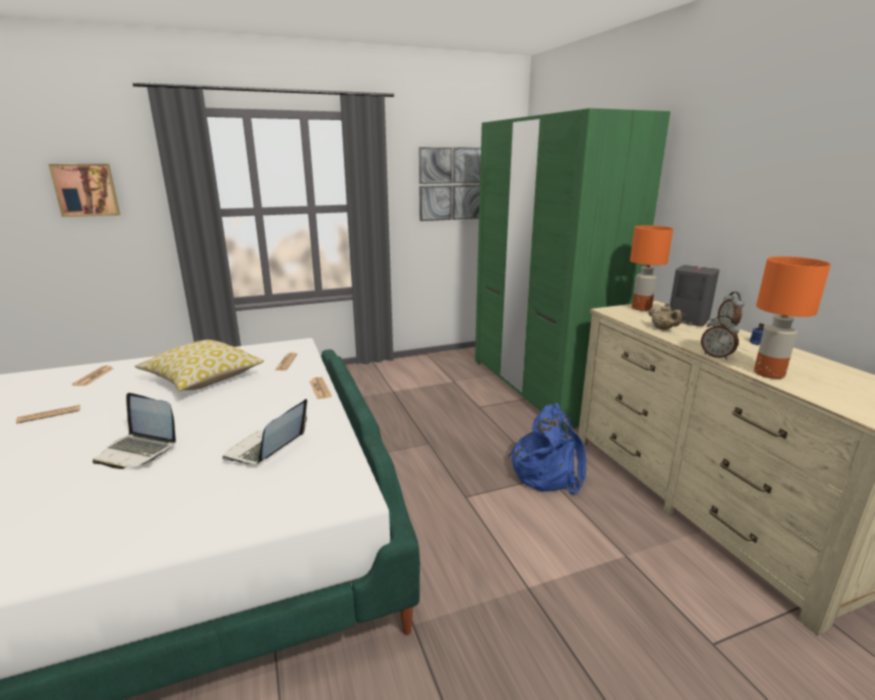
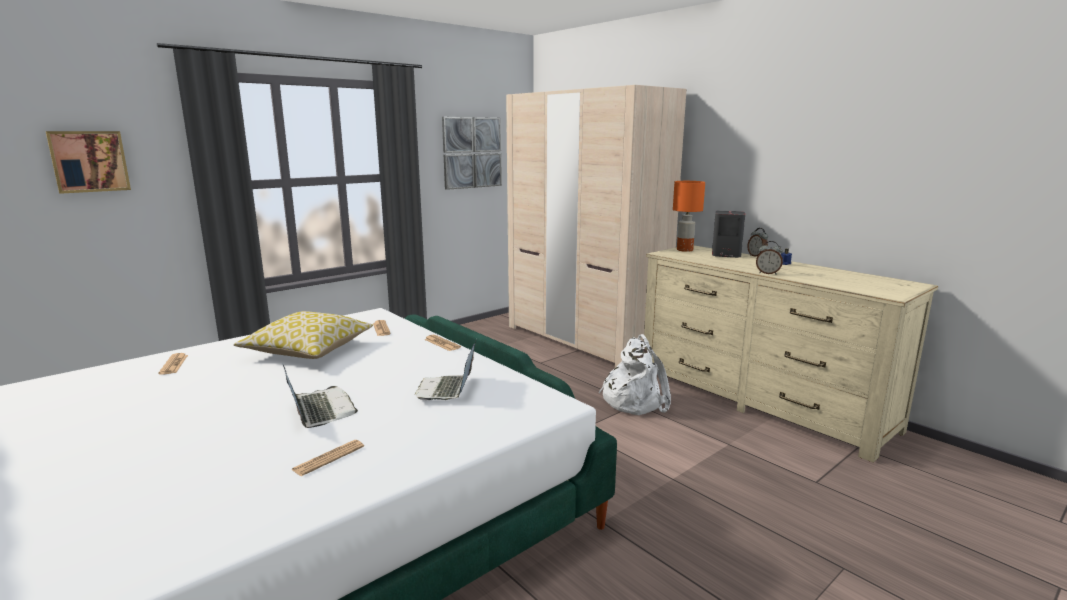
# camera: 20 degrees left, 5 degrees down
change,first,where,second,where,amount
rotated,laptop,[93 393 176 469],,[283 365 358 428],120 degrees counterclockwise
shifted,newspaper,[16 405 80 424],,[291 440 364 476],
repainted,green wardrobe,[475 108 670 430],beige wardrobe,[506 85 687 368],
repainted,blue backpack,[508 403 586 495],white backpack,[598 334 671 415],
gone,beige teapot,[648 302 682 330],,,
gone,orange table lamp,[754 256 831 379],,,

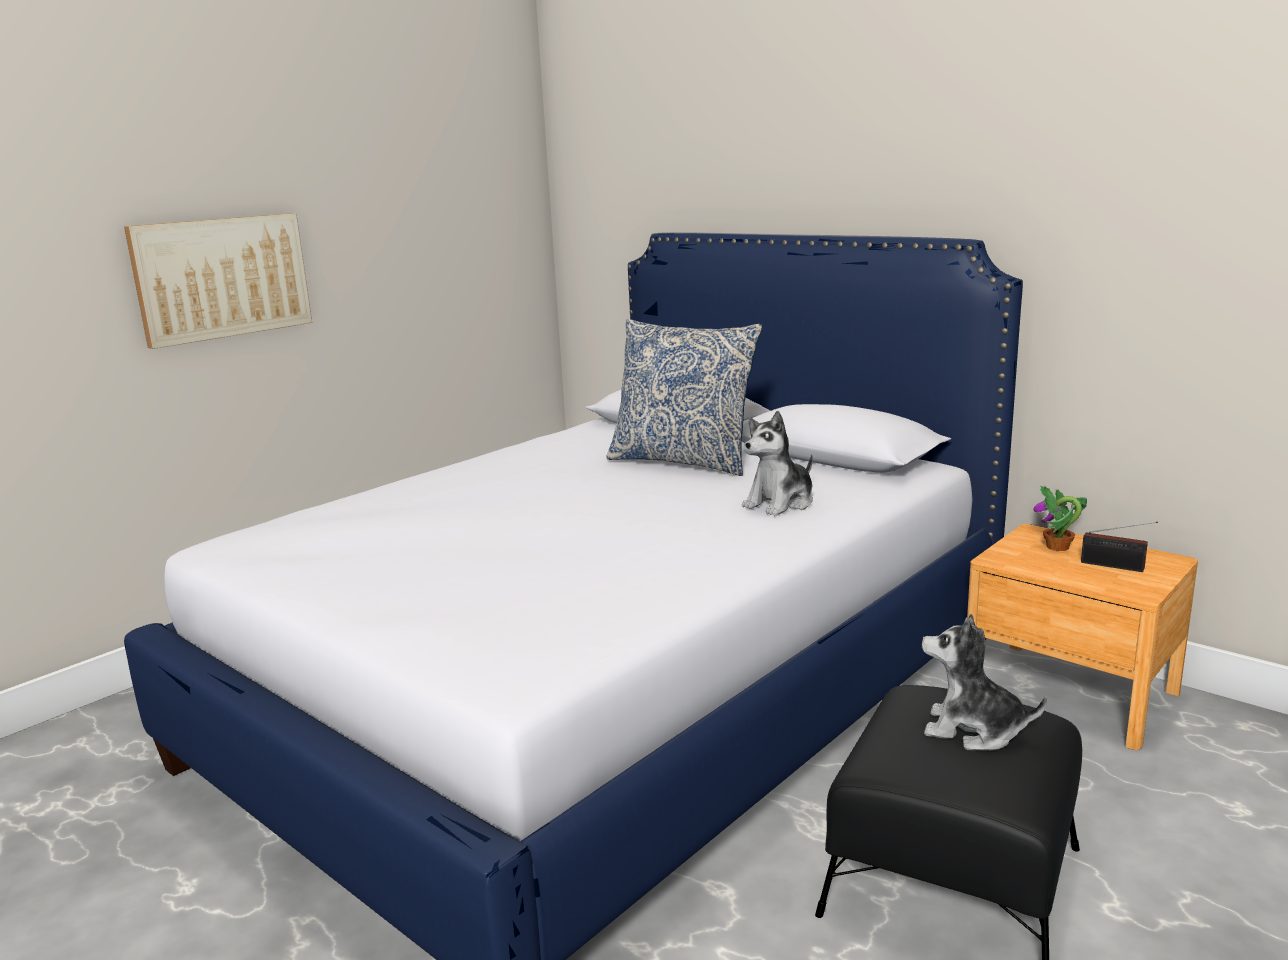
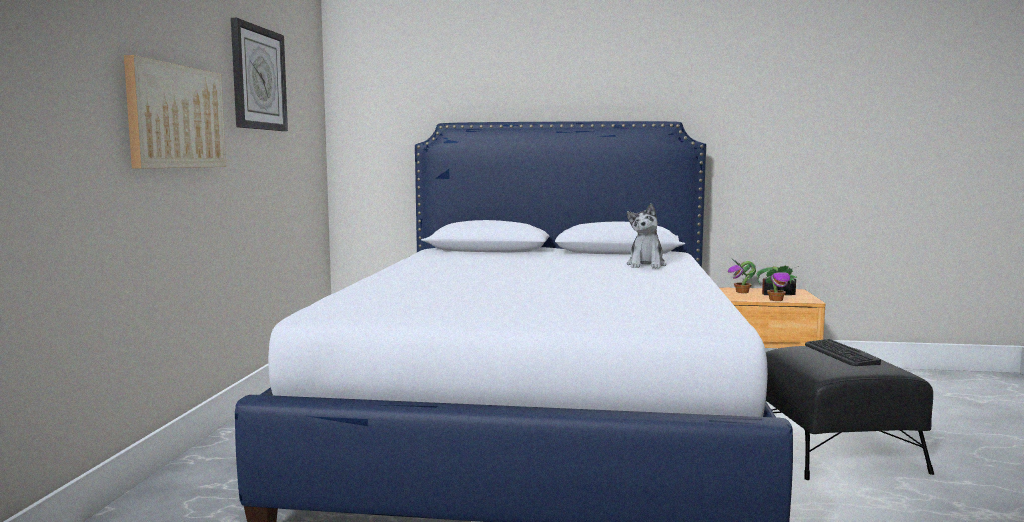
# camera: 35 degrees left, 10 degrees down
change,first,where,second,where,amount
new,,,wall clock,[231 18 288 131],
new,,,potted plant,[756 265 797 301],
swapped,plush toy,[922 614 1047 751],keyboard,[805 339 881 366],
gone,pillow,[606 319 762 476],,,

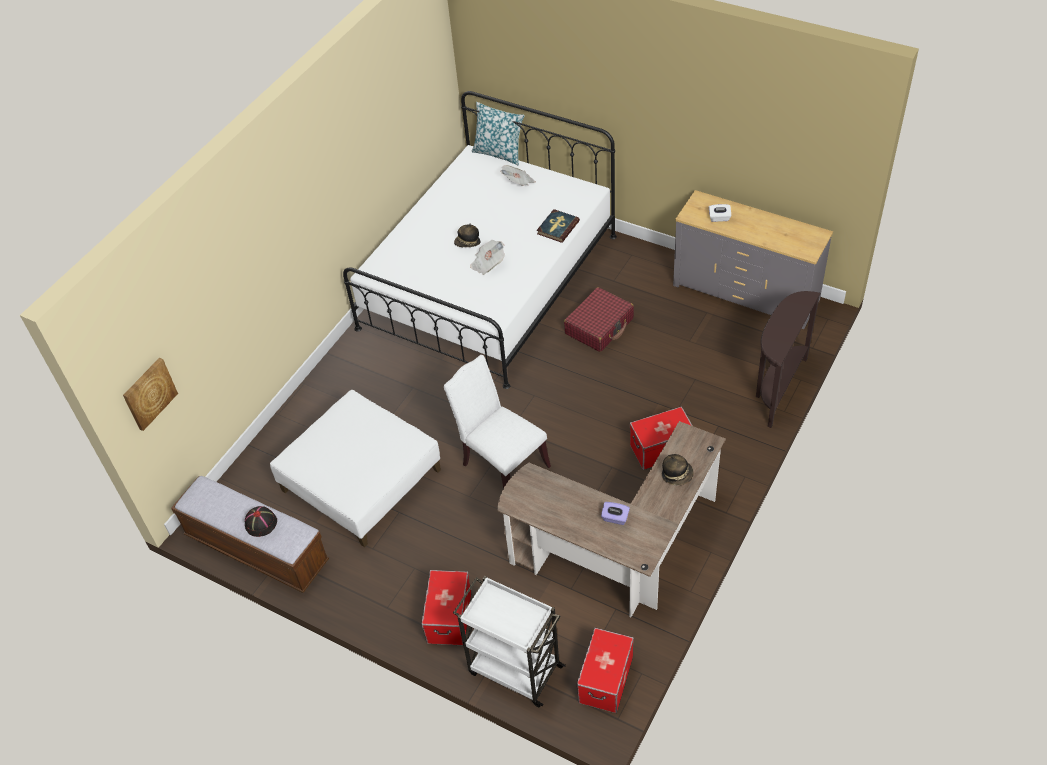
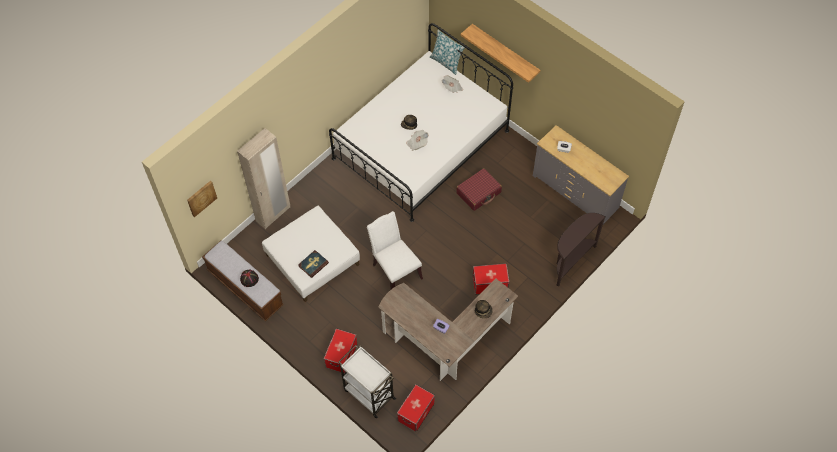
# camera: 10 degrees right, 10 degrees up
change,first,where,second,where,amount
new,,,beige wardrobe,[237 128 290 229],
shifted,book,[537 209 580 243],,[298 250 329 278],
new,,,shelf,[461 24 540 83],

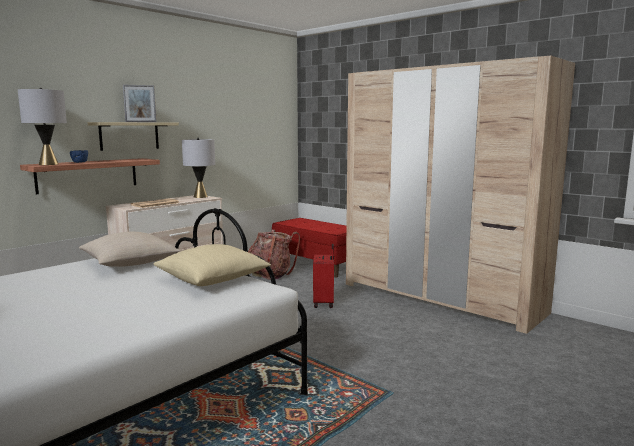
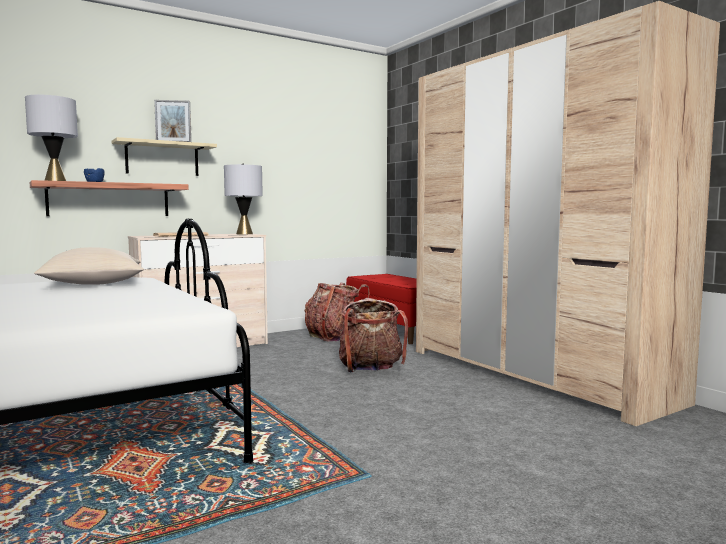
# camera: 15 degrees right, 5 degrees down
change,first,where,second,where,amount
swapped,red suitcase,[313 244 334 308],backpack,[339 298 408 373],
gone,beige pillow,[153 244 271 286],,,

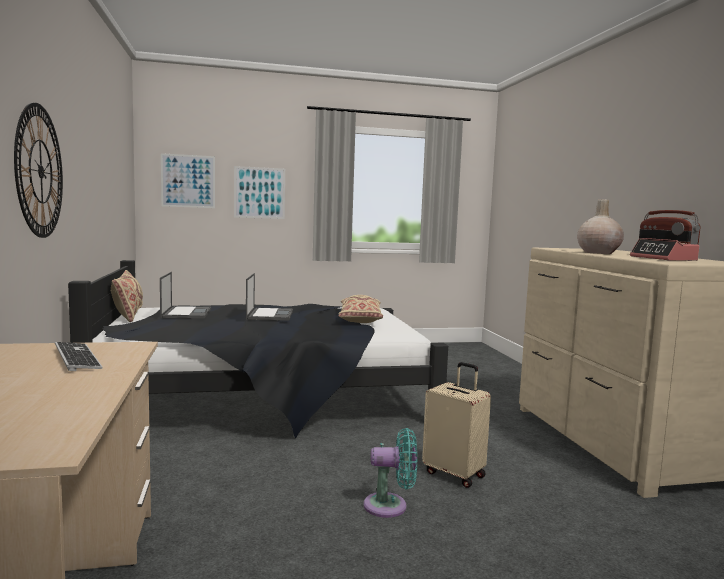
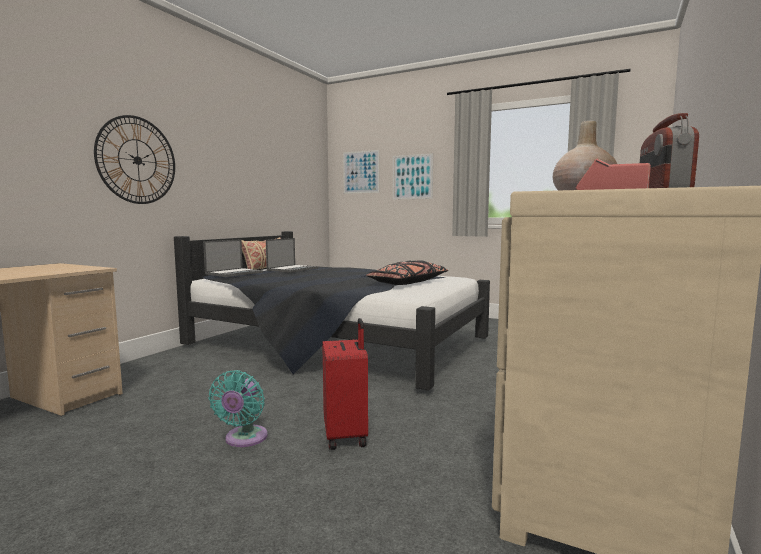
# camera: 40 degrees right, 0 degrees up
change,first,where,second,where,amount
shifted,laptop,[246 273 293 321],,[203 239 263 277],
rotated,turquoise fan,[364 428 417 518],,[209 370 268 447],60 degrees clockwise
repainted,beige suitcase,[422 362 491 488],red suitcase,[322 318 368 450],
repainted,beige pillow,[339 295 383 323],black pillow,[366 260 448 285],
gone,keyboard,[55 342 102 371],,,

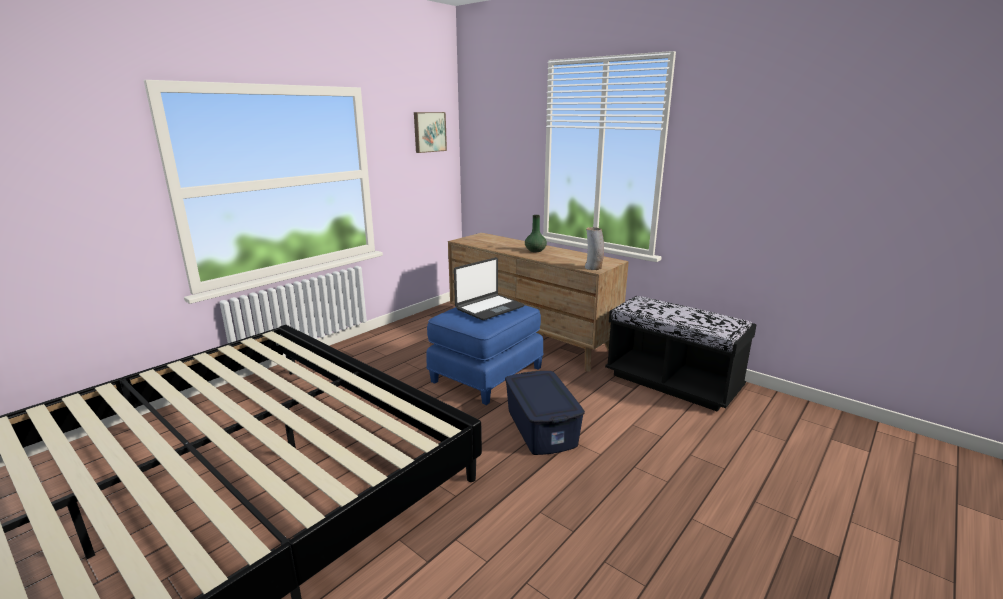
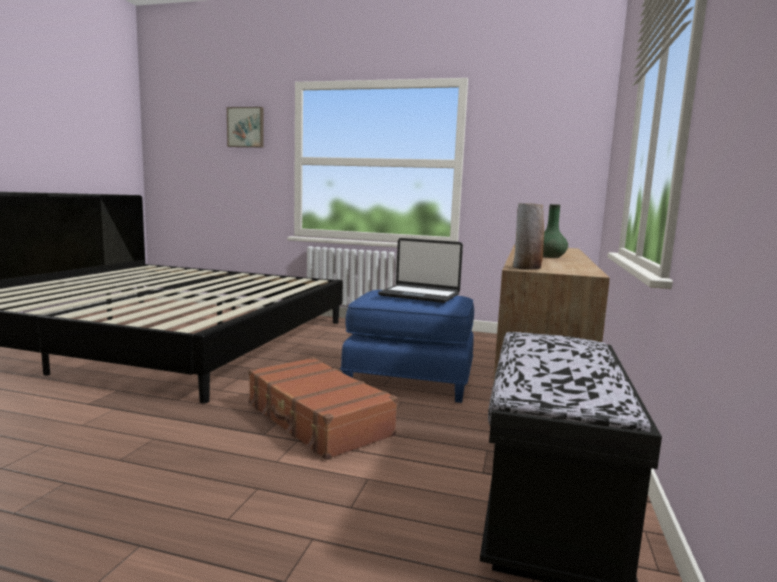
# camera: 65 degrees right, 10 degrees down
change,first,where,second,where,amount
shifted,picture,[414 112 447 153],,[227 107 264 147],
swapped,blue storage box,[505 371 585 455],brown suitcase,[249 357 398 460],

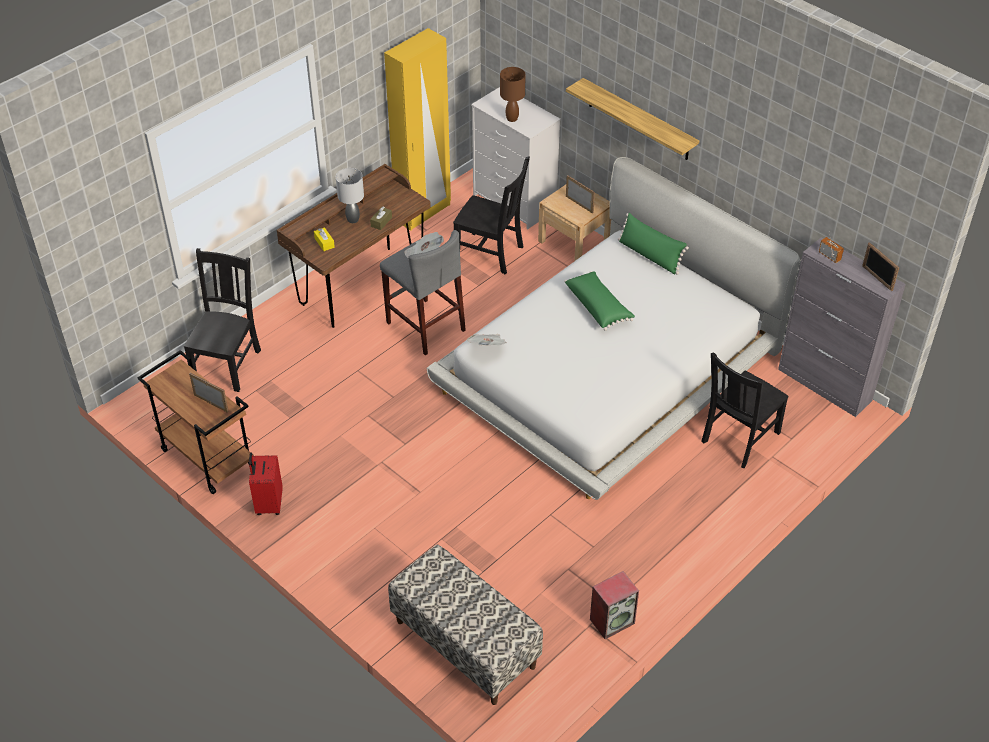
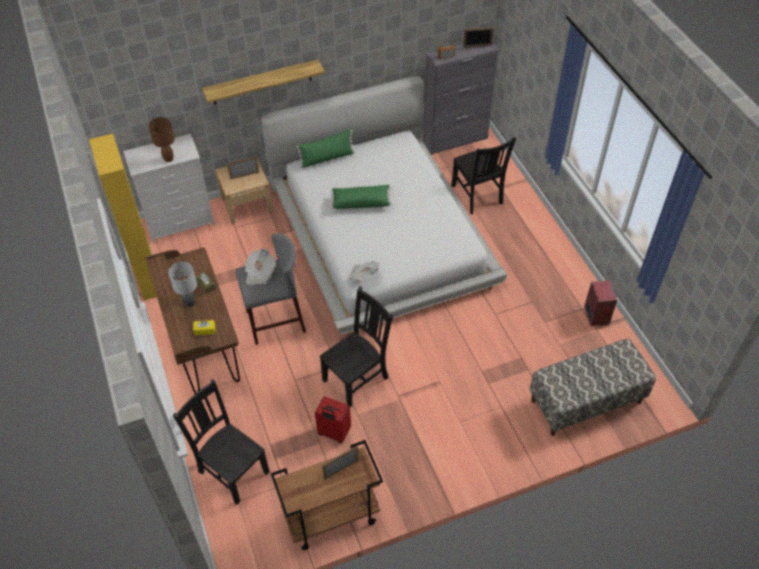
# camera: 65 degrees left, 5 degrees up
change,first,where,second,where,amount
shifted,red suitcase,[249 453 283 515],,[315 396 351 443],
shifted,black chair,[453 157 530 274],,[320 286 393 407],

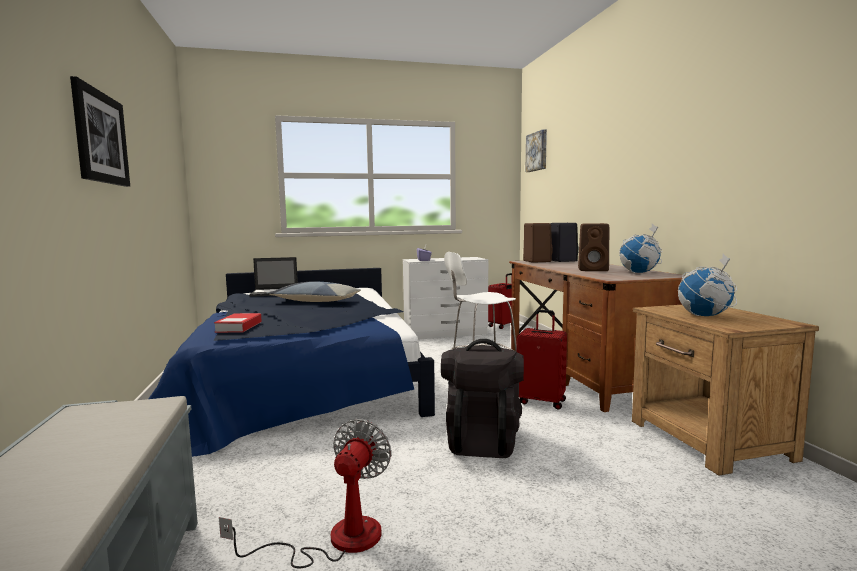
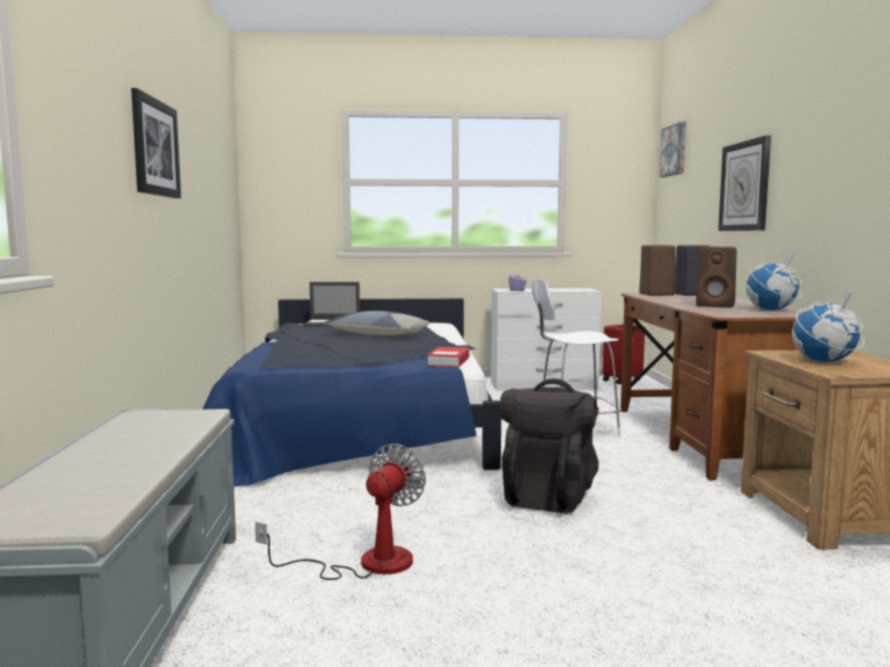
# camera: 10 degrees right, 0 degrees up
change,first,where,second,where,amount
shifted,book,[214 313 262 333],,[427 347 469 367],
new,,,wall clock,[718 135 771 231],
gone,red suitcase,[516 310 567 410],,,

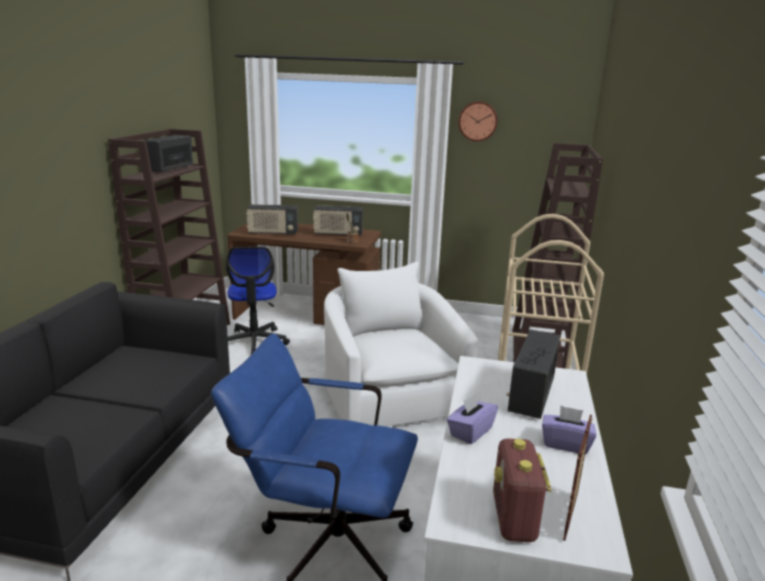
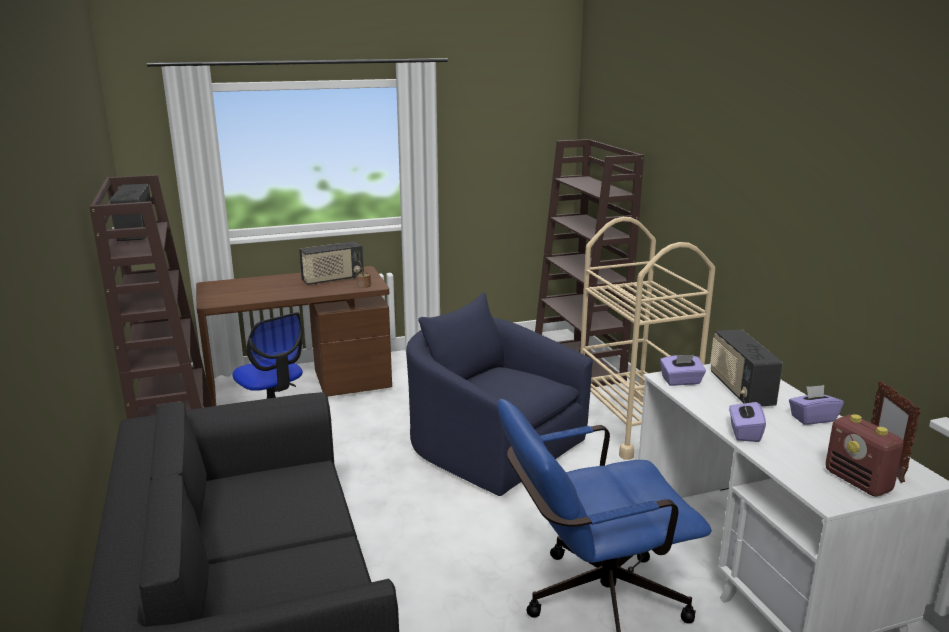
# camera: 30 degrees left, 0 degrees up
change,first,where,second,where,amount
repainted,white armchair,[324 262 478 427],blue armchair,[406 292 593 496],
new,,,purple tissue box,[660 355 706 386],
gone,radio,[247 204 298 235],,,
gone,wall clock,[459 101 498 141],,,

